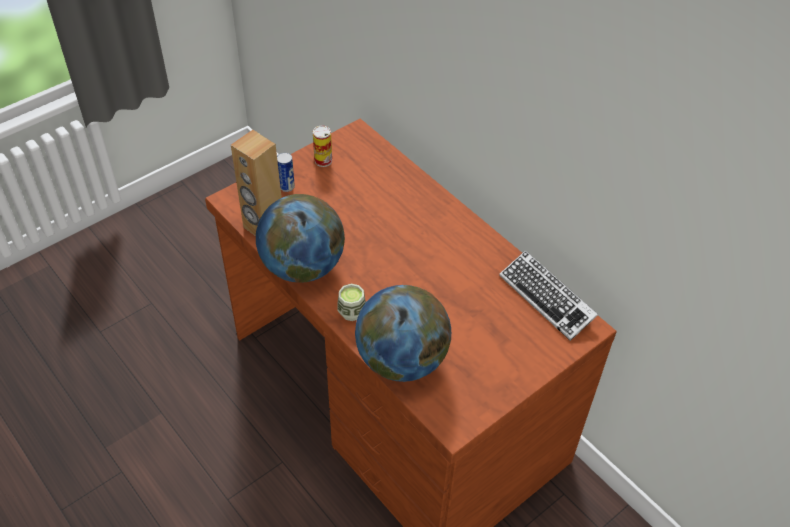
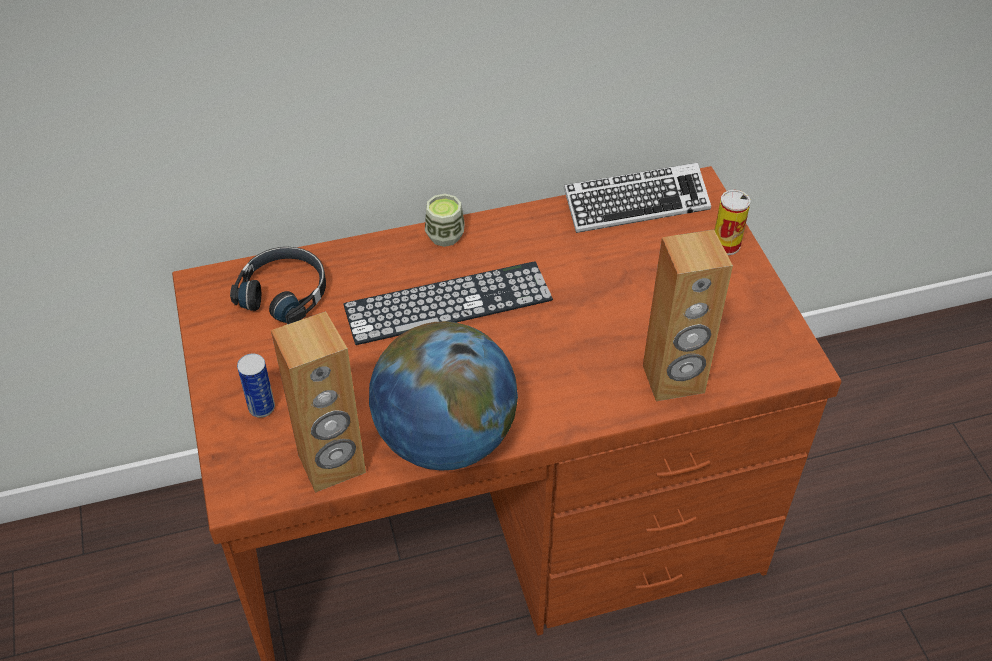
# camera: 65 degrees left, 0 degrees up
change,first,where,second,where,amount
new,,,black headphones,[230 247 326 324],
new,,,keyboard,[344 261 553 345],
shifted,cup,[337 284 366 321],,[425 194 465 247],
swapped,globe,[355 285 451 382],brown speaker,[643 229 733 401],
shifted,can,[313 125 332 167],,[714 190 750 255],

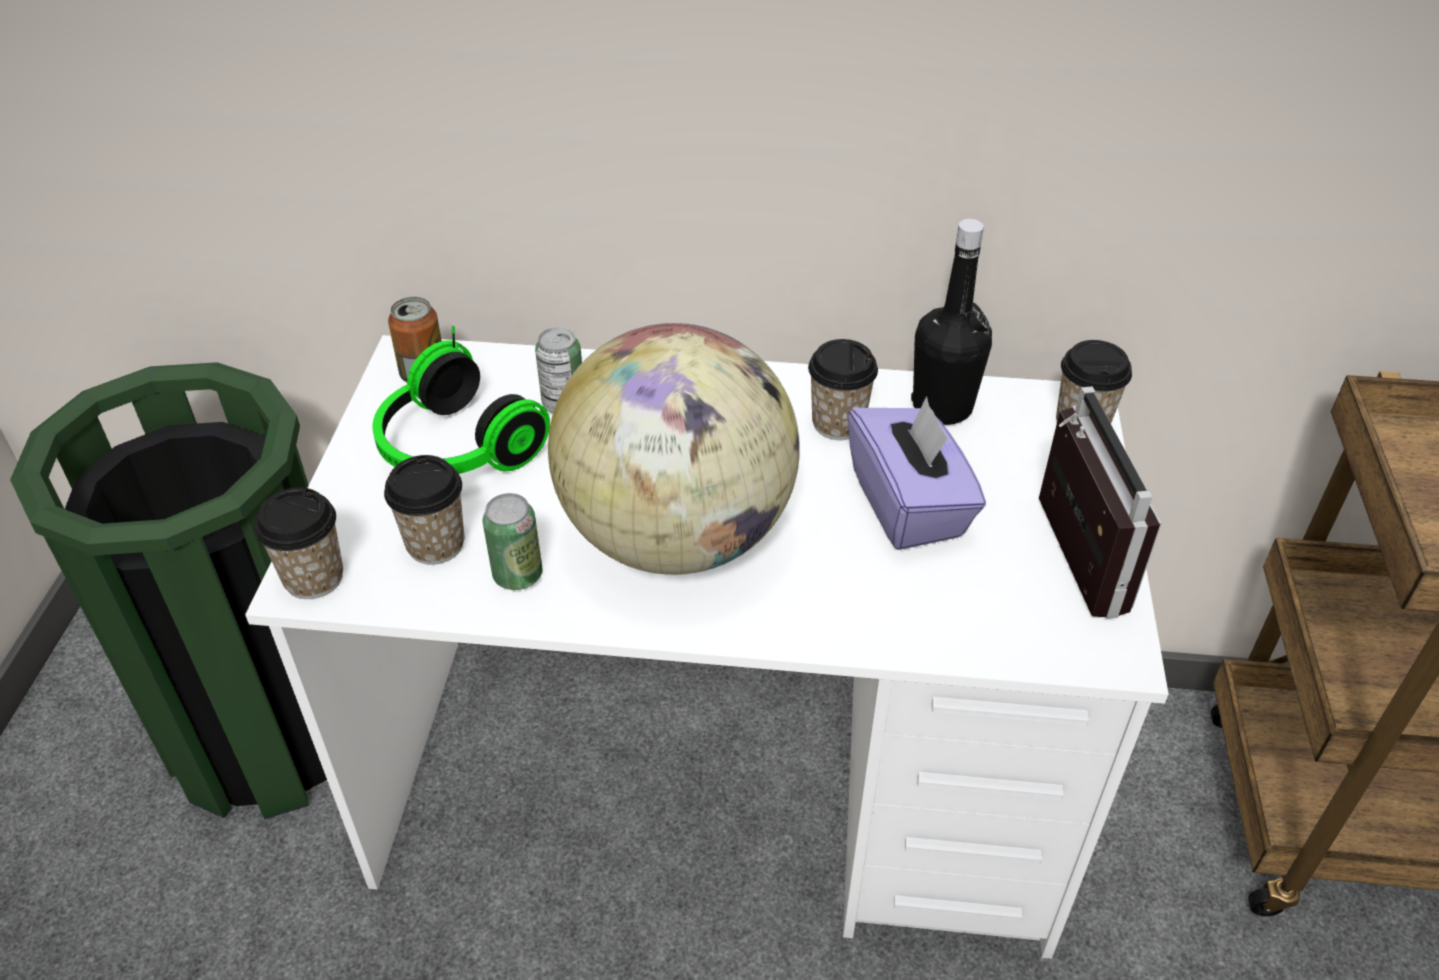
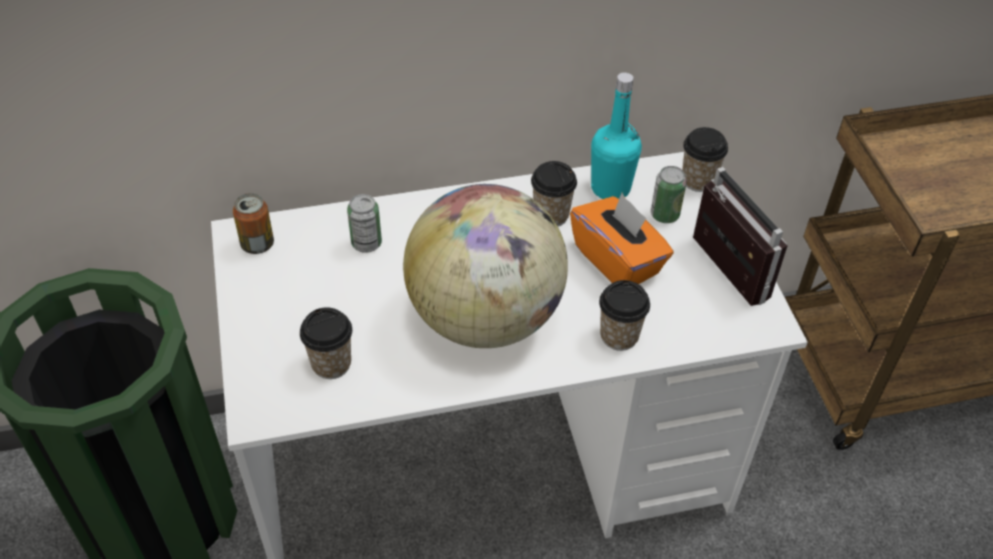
# camera: 20 degrees left, 5 degrees up
change,first,where,second,where,amount
repainted,purple tissue box,[848 396 986 550],orange tissue box,[570 193 674 284],
repainted,black bottle,[911 219 992 425],turquoise bottle,[591 72 642 199],
shifted,cup,[255 487 343 599],,[599 280 650 351],
shifted,can,[482 493 543 590],,[651 166 687 223],
gone,headphones,[372 325 550 474],,,

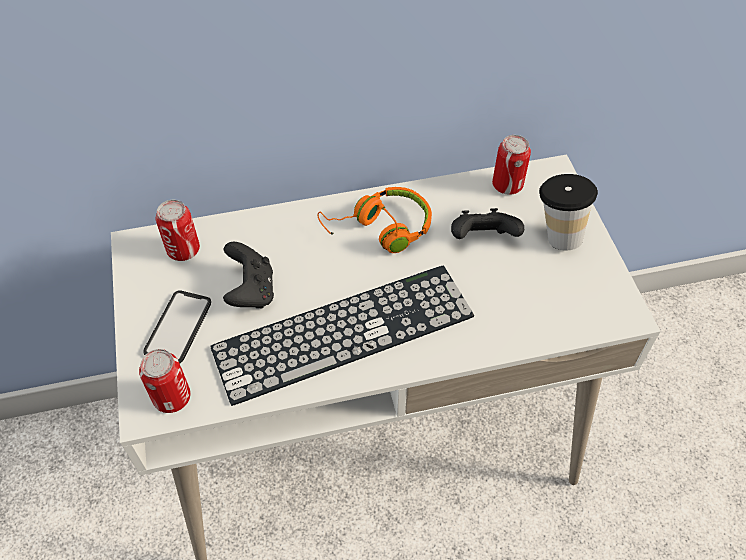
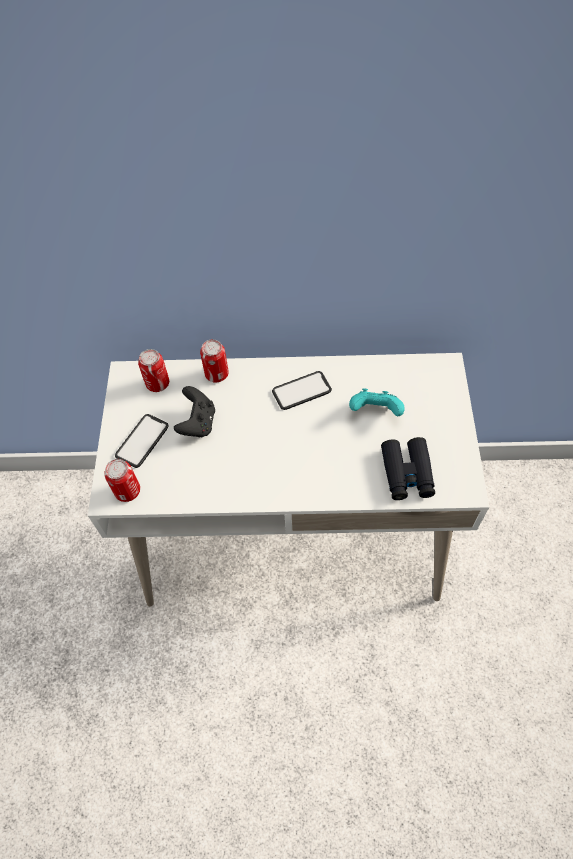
# camera: 15 degrees right, 5 degrees up
change,first,where,second,where,amount
shifted,can,[492 135 531 195],,[200 339 229 383],
swapped,orange headphones,[317 187 432 253],phone,[272 371 332 410],
repainted,black game controller,[451 208 524 239],turquoise game controller,[349 388 405 416],
new,,,black binoculars,[381 437 435 500],
gone,keyboard,[210 266 474 406],,,
gone,cup,[539 174 598 251],,,

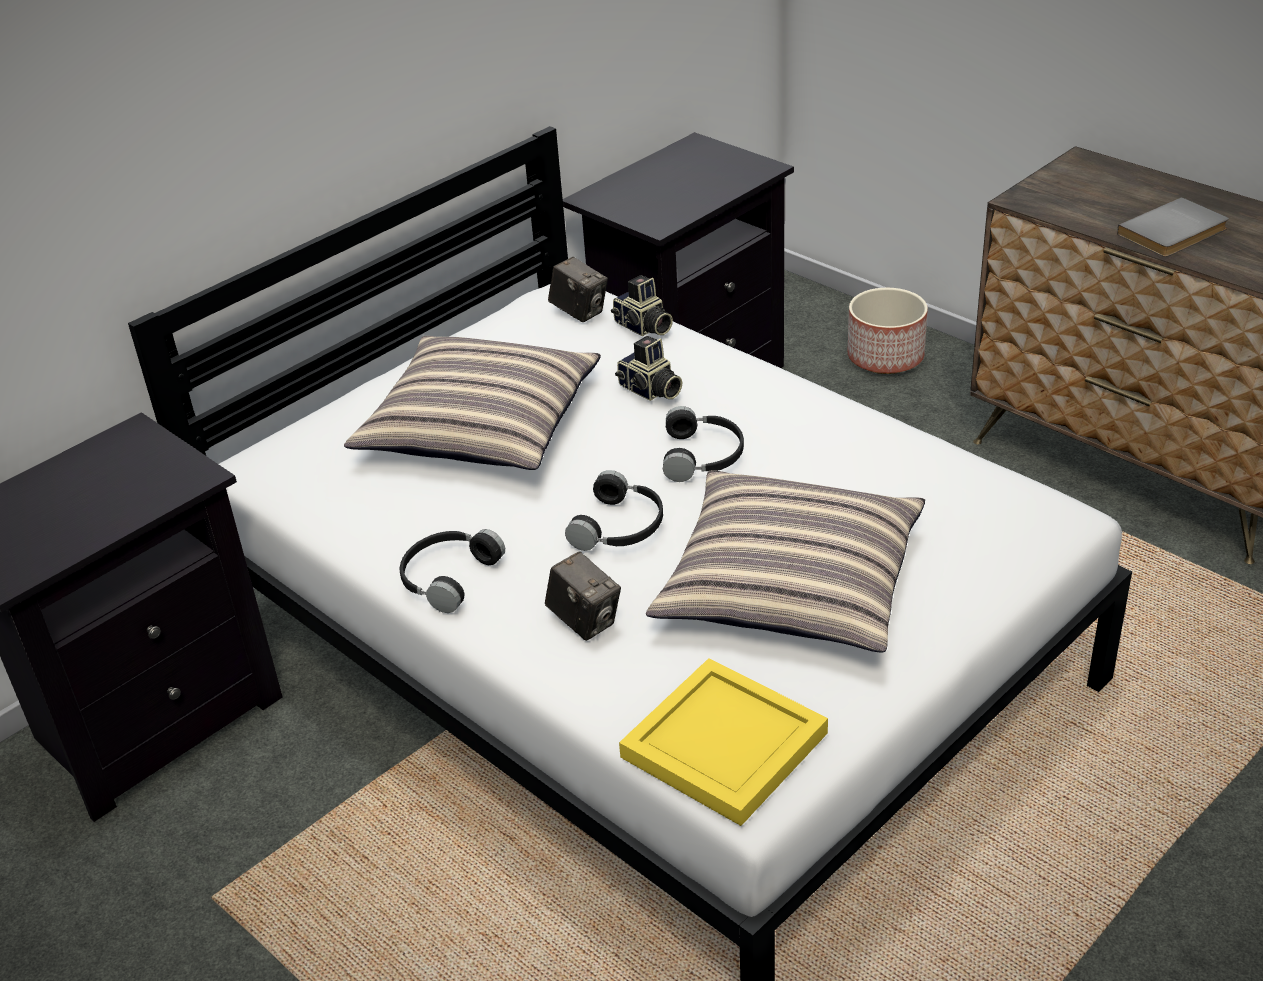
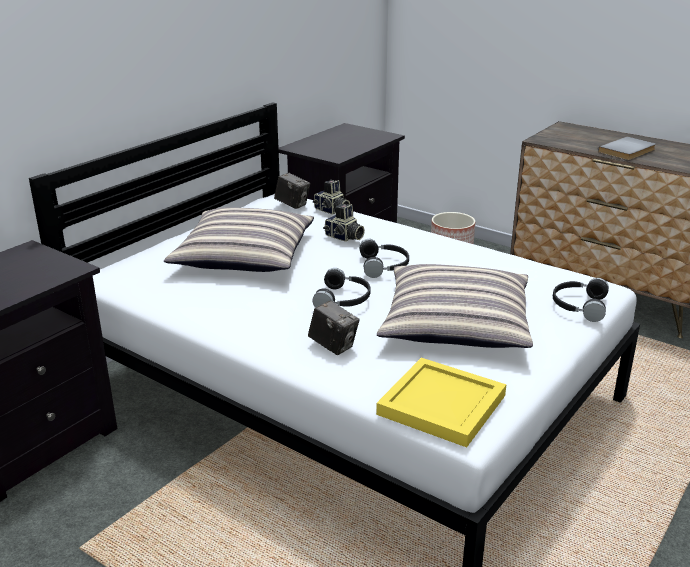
# camera: 10 degrees left, 10 degrees down
change,first,where,second,where,amount
shifted,black headphones,[399 529 505 613],,[553 278 609 322],

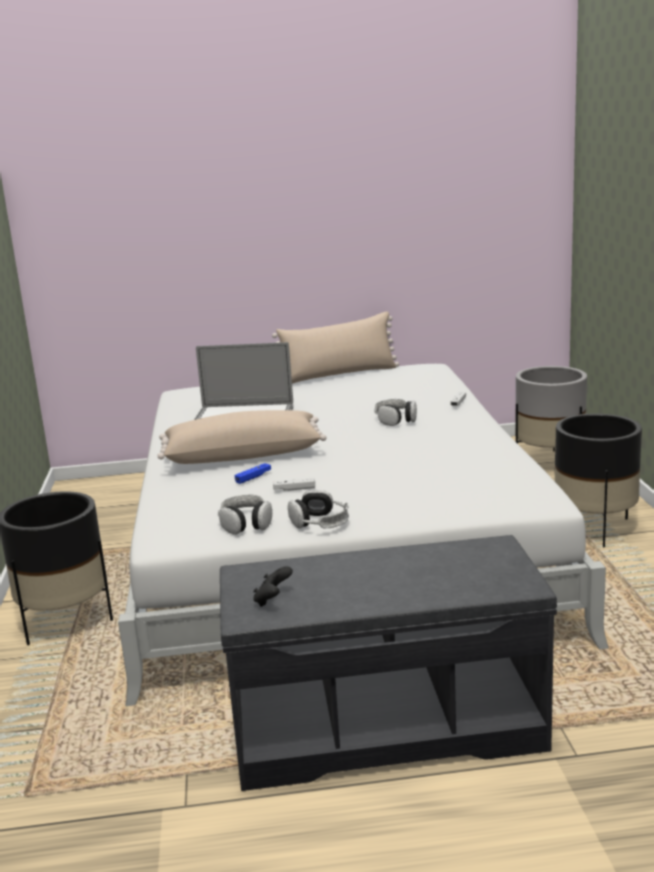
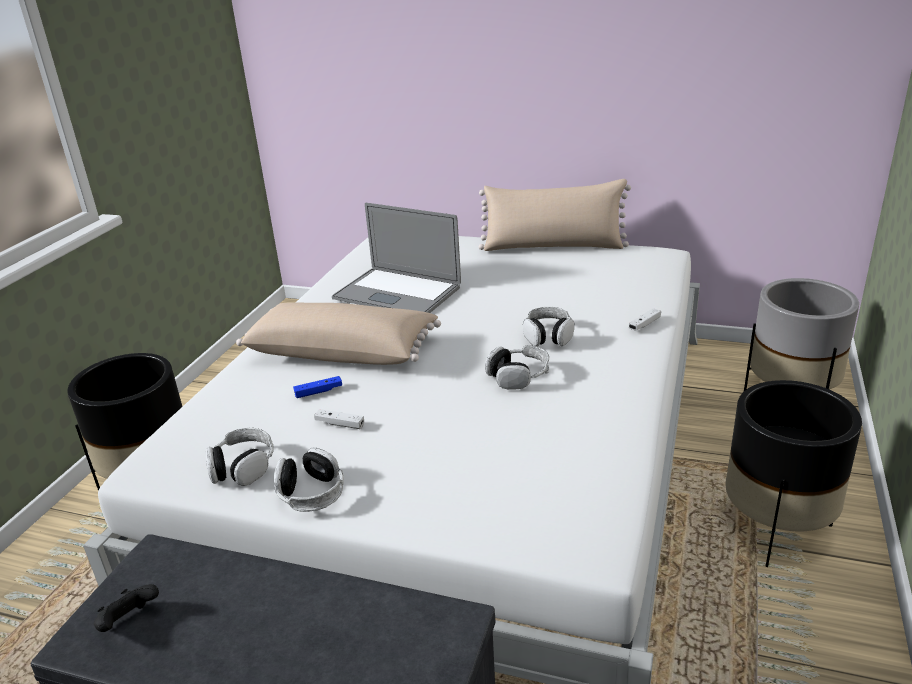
# camera: 25 degrees right, 10 degrees up
change,first,where,second,where,amount
new,,,headphones,[485 345 549 390],

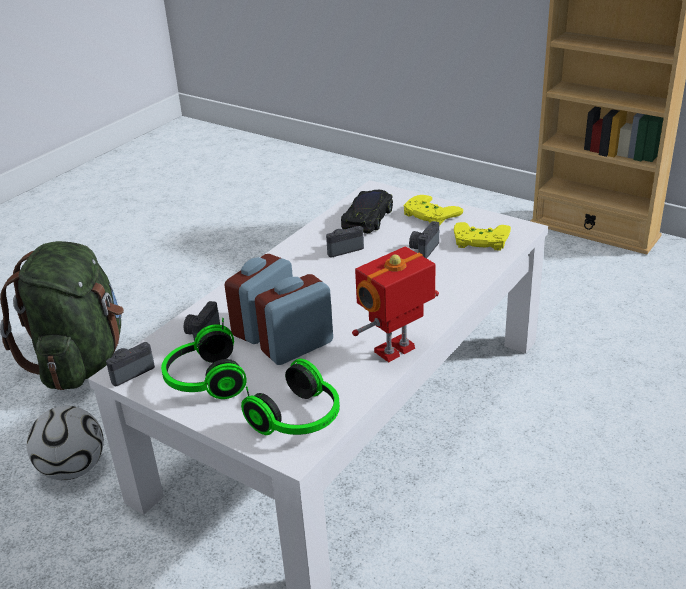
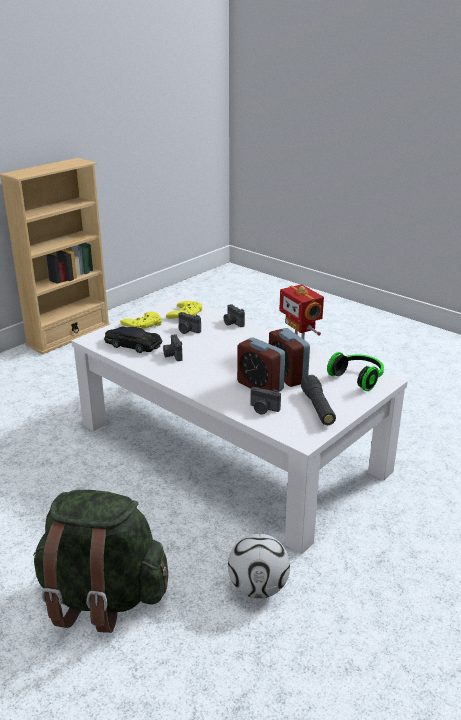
# camera: 85 degrees left, 5 degrees down
change,first,where,second,where,amount
shifted,photo camera,[106 342 155 386],,[224 304 245 327],
swapped,headphones,[161 318 247 399],black flashlight,[301 375 336 425],

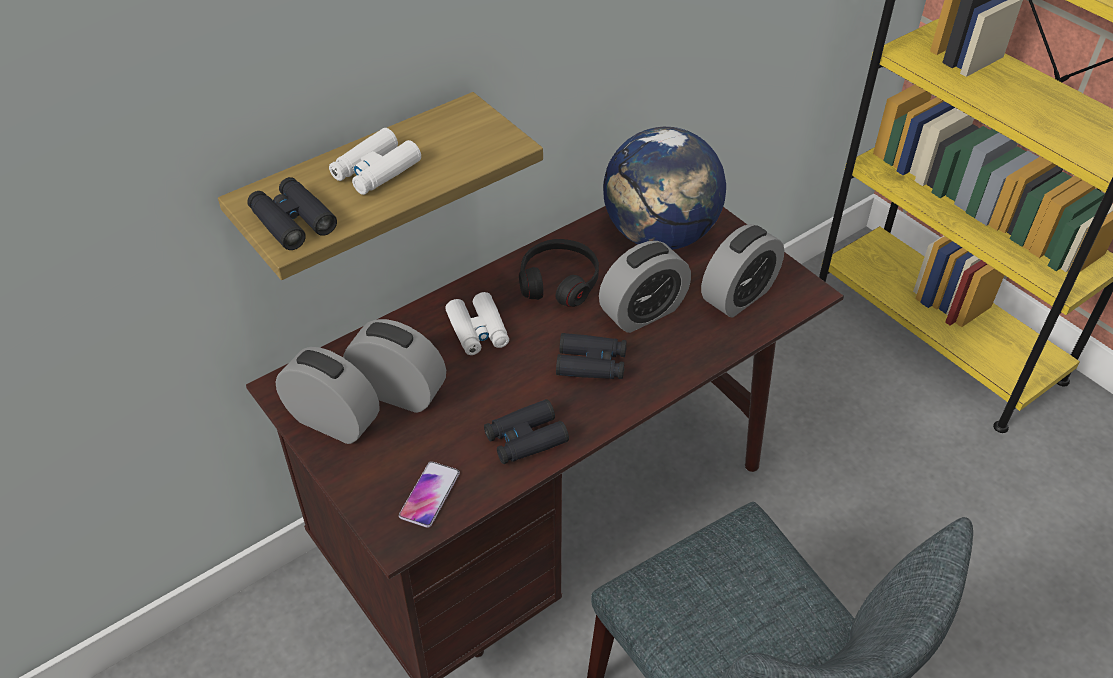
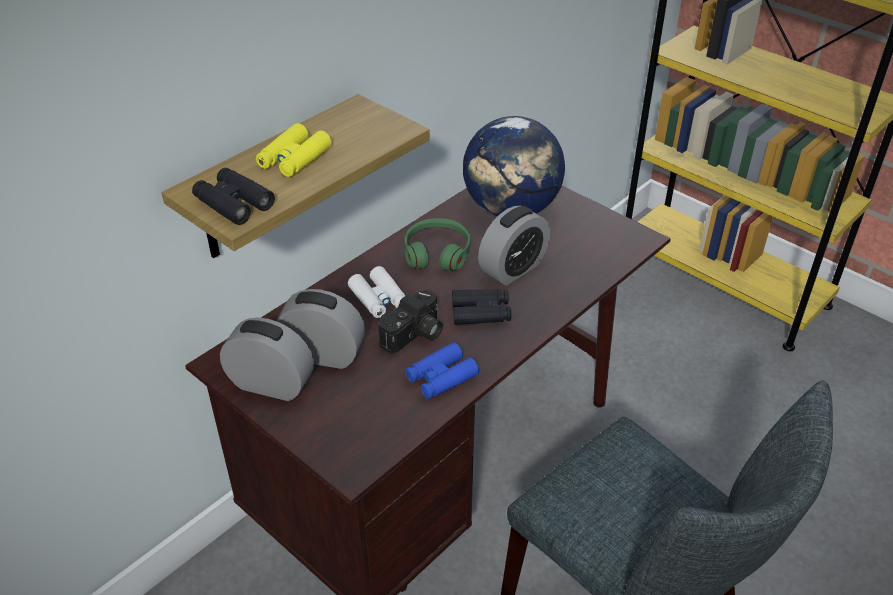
# camera: 10 degrees left, 5 degrees down
change,first,where,second,where,amount
repainted,white binoculars,[329 128 421 195],yellow binoculars,[256 123 332 177],
new,,,photo camera,[378 290 443 354],
repainted,black headphones,[519 239 599 307],green headphones,[404 218 471 271],
repainted,black binoculars,[484 399 569 464],blue binoculars,[405 342 479 399],
gone,phone,[399 461 460 528],,,
gone,alarm clock,[701 224 784 317],,,

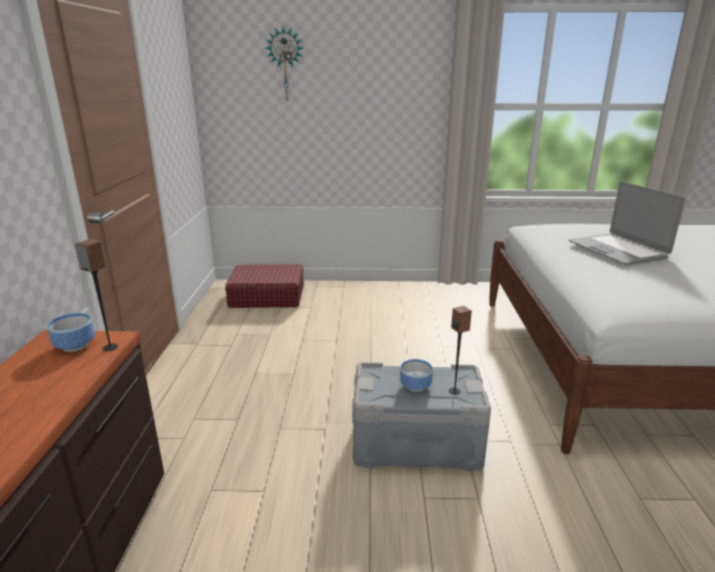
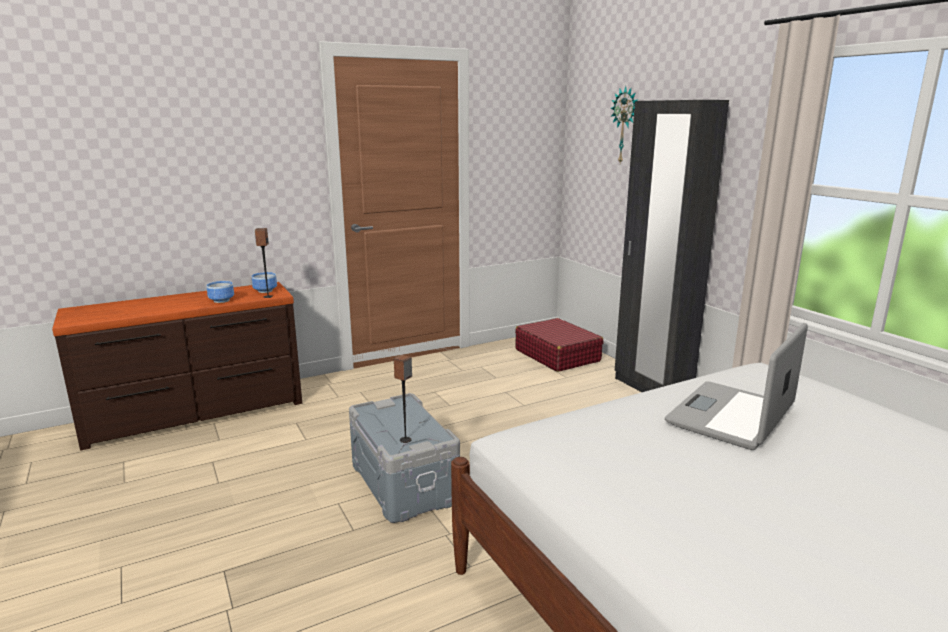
# camera: 60 degrees right, 5 degrees down
change,first,where,second,where,amount
shifted,bowl,[400 359 433 392],,[206 281 234 303],
new,,,black wardrobe,[615 100 729 392],

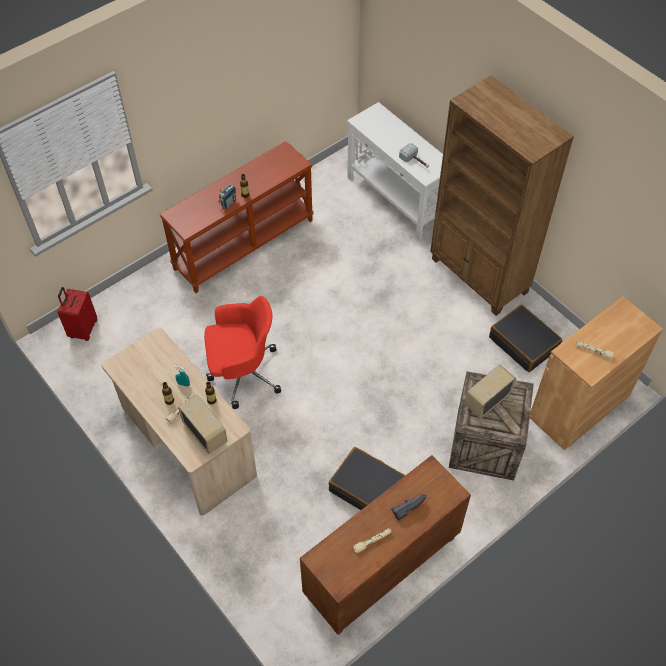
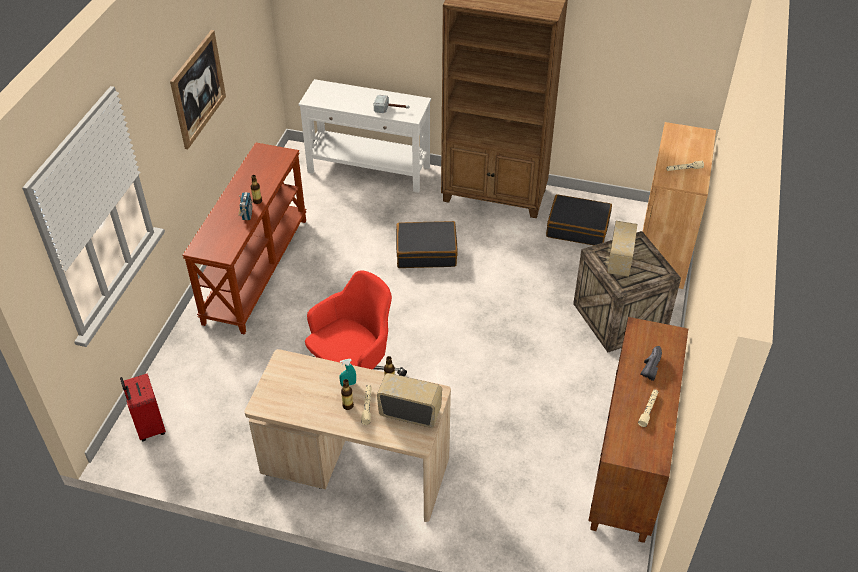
# camera: 35 degrees left, 10 degrees down
change,first,where,second,where,amount
new,,,picture,[170 30 226 149],
shifted,black suitcase,[329 447 405 510],,[396 221 458 268],

